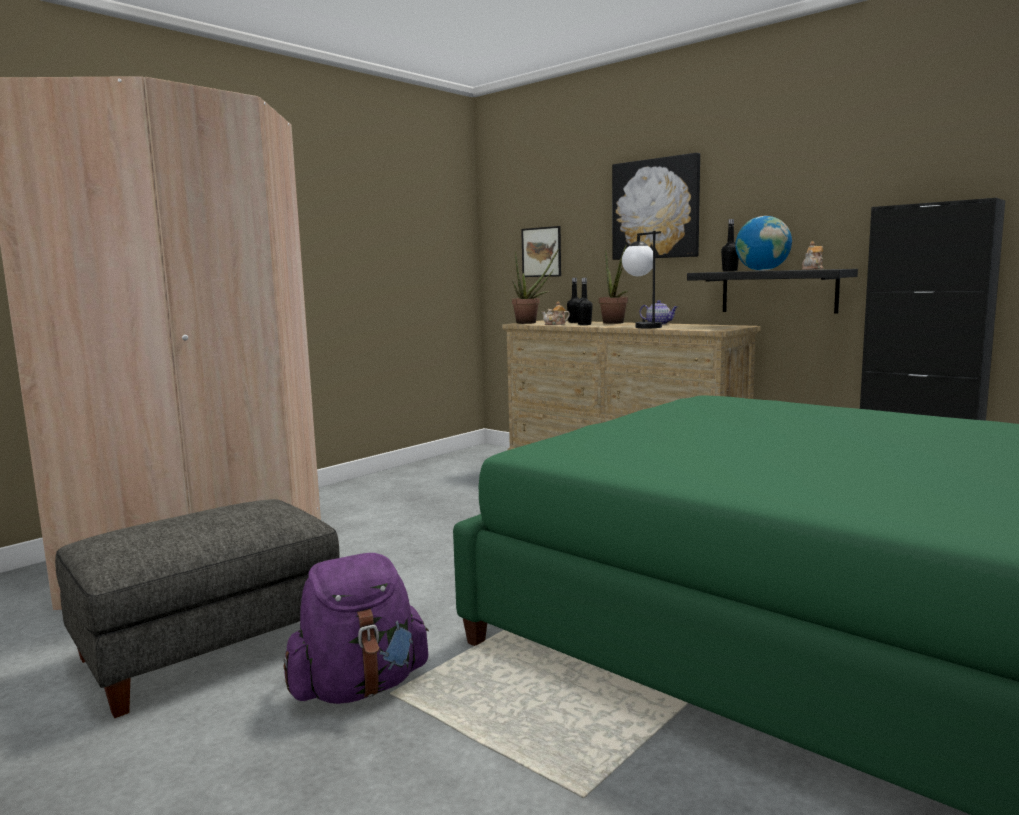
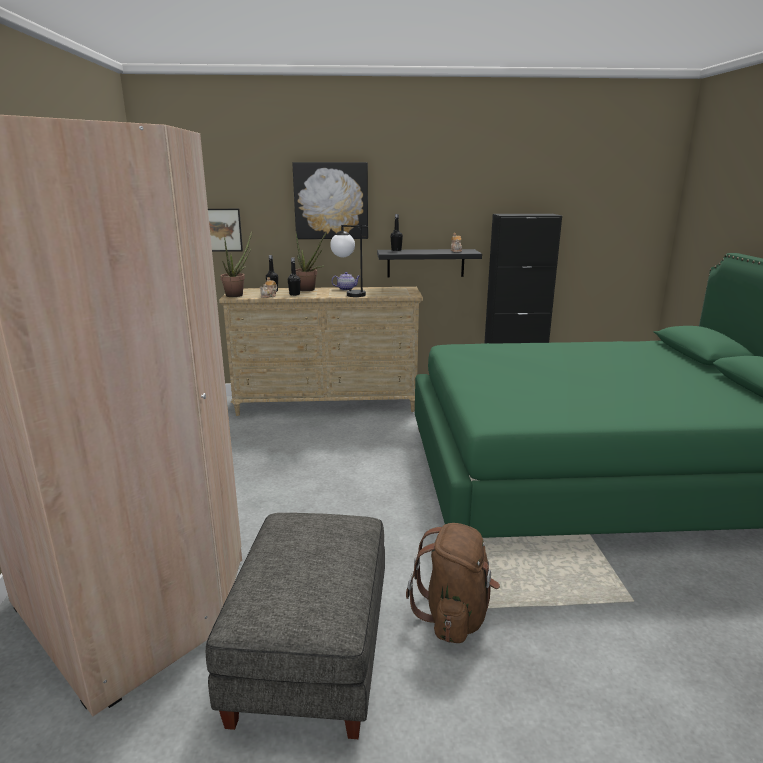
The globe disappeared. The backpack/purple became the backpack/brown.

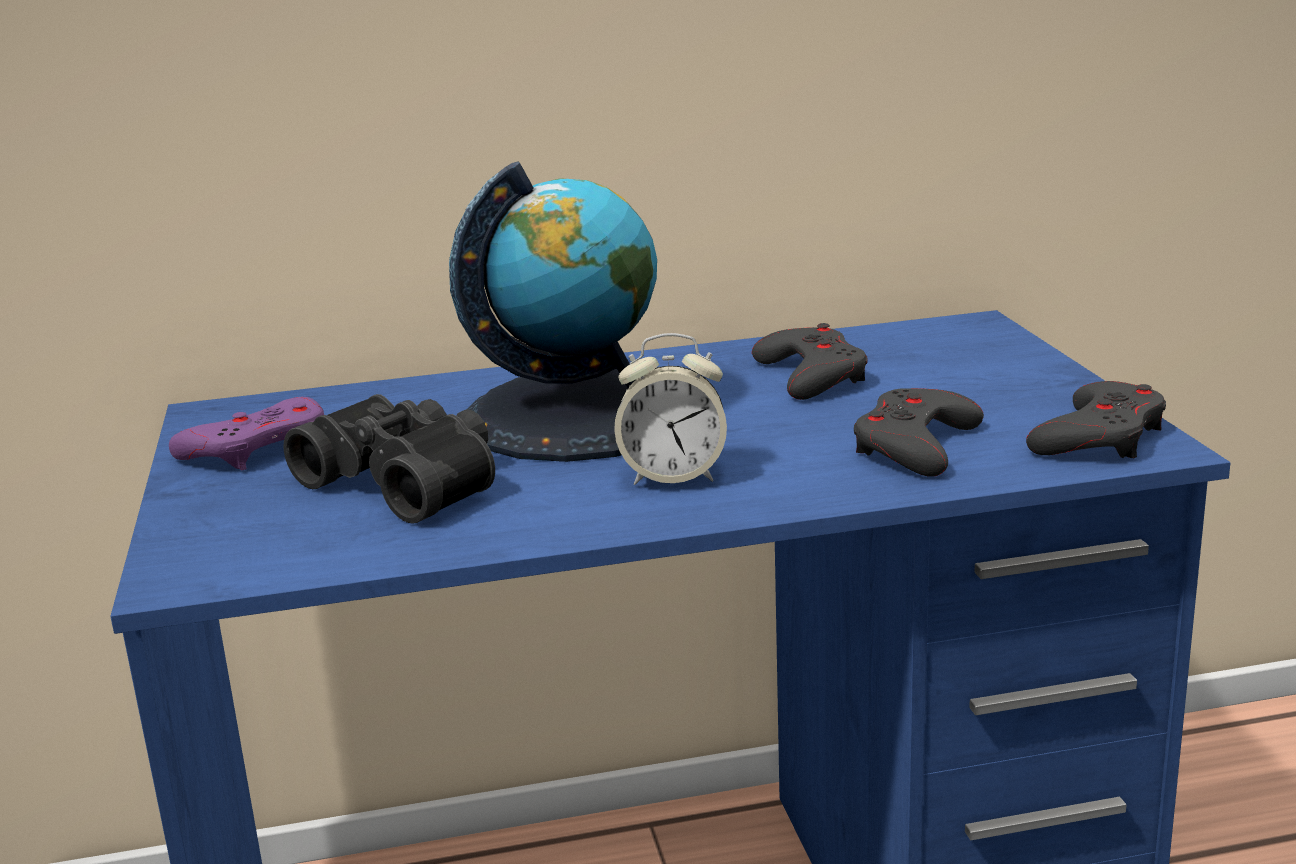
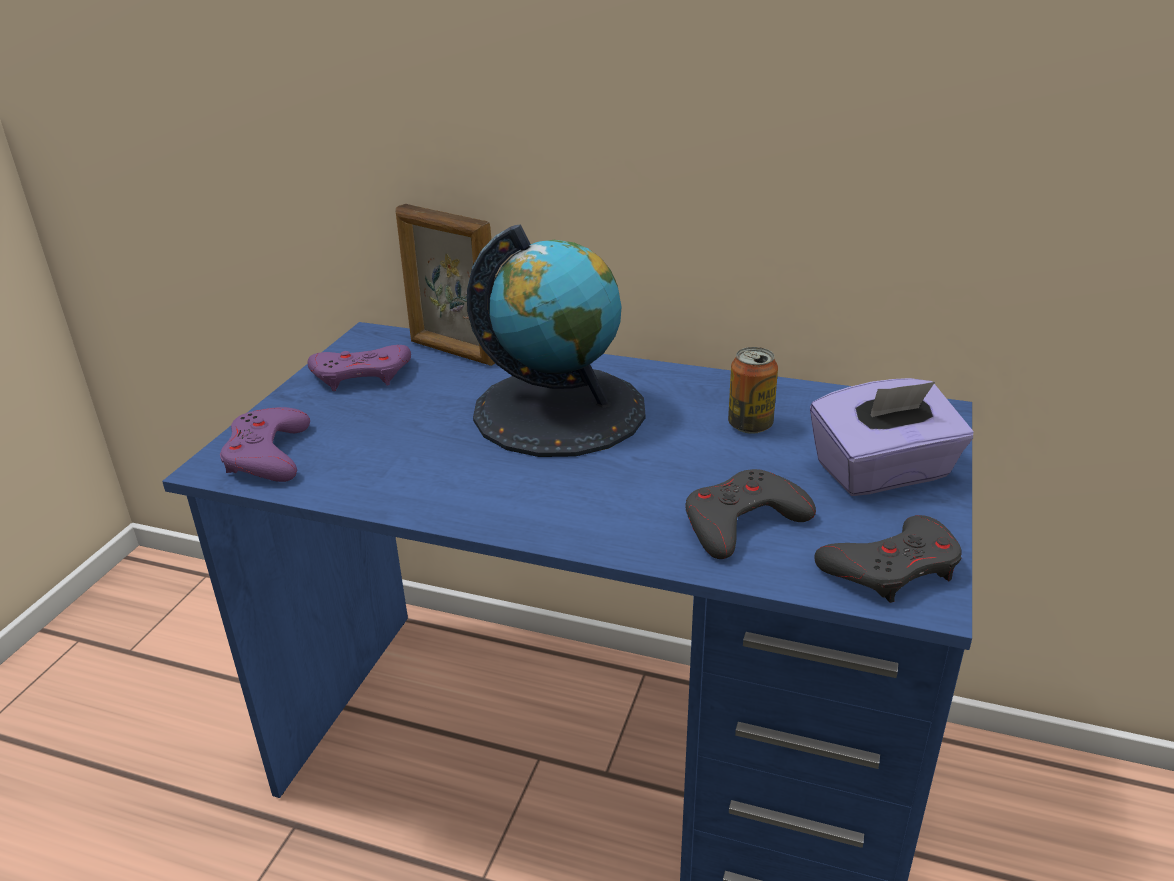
The binoculars/black disappeared. The alarm clock disappeared. The game controller/purple (1st from left) appeared. The picture frame appeared. The tissue box/purple appeared. The game controller/grey (1st from left) was replaced by the can.

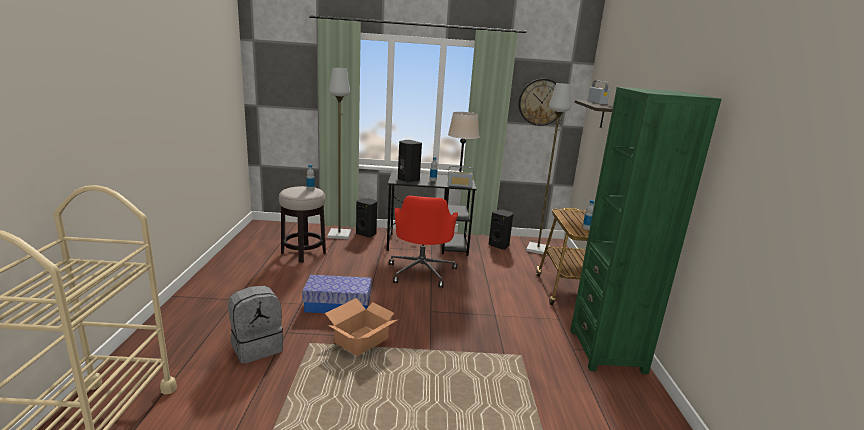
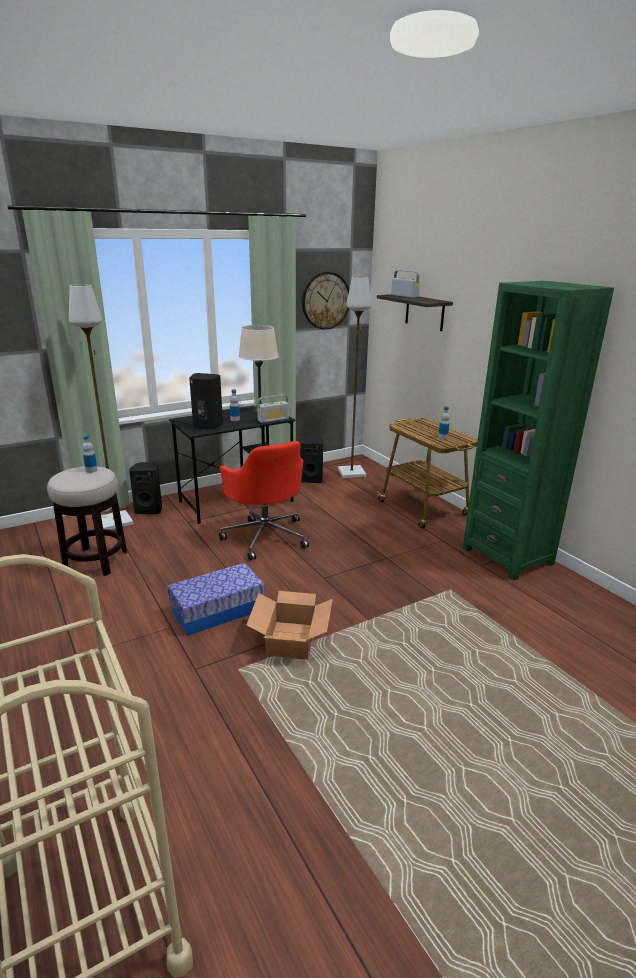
The backpack/grey disappeared.

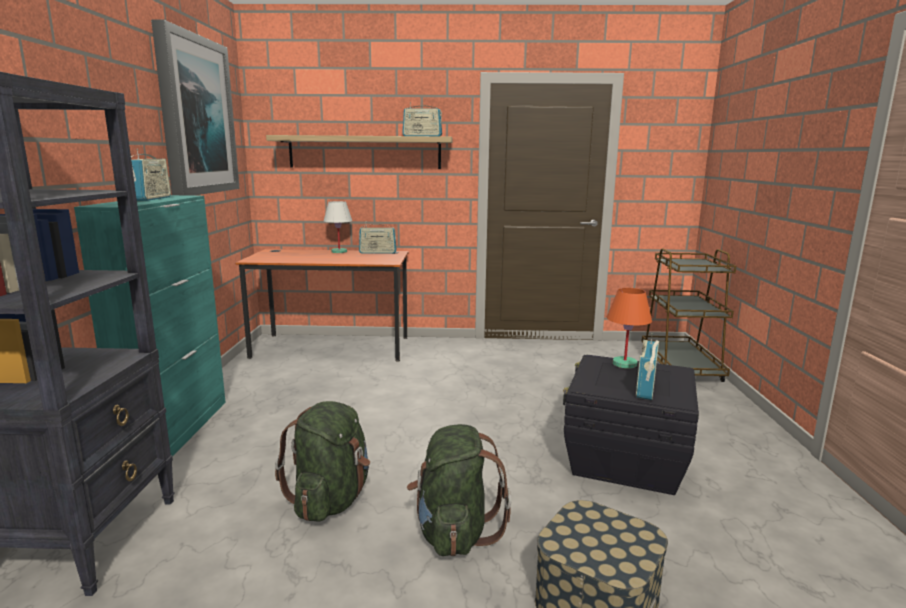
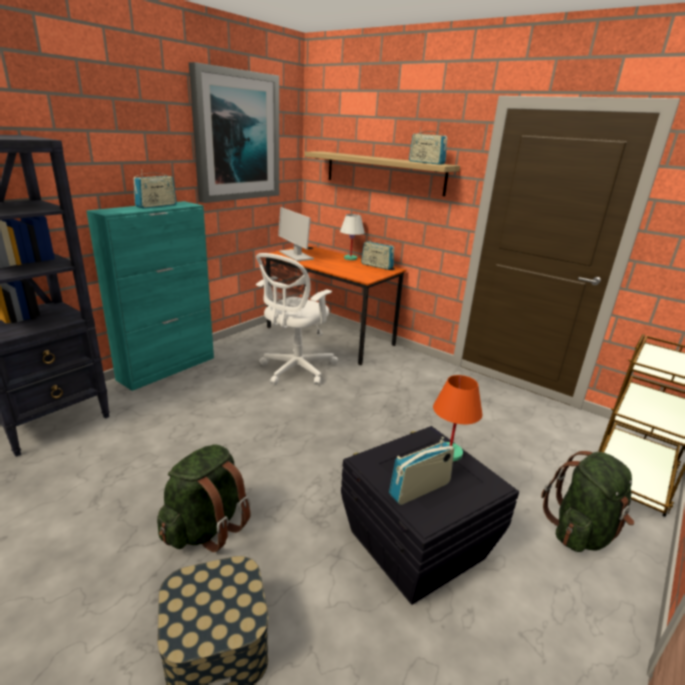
The office chair/white appeared. The monitor appeared. The backpack/green (1st from left in the first image) moved.

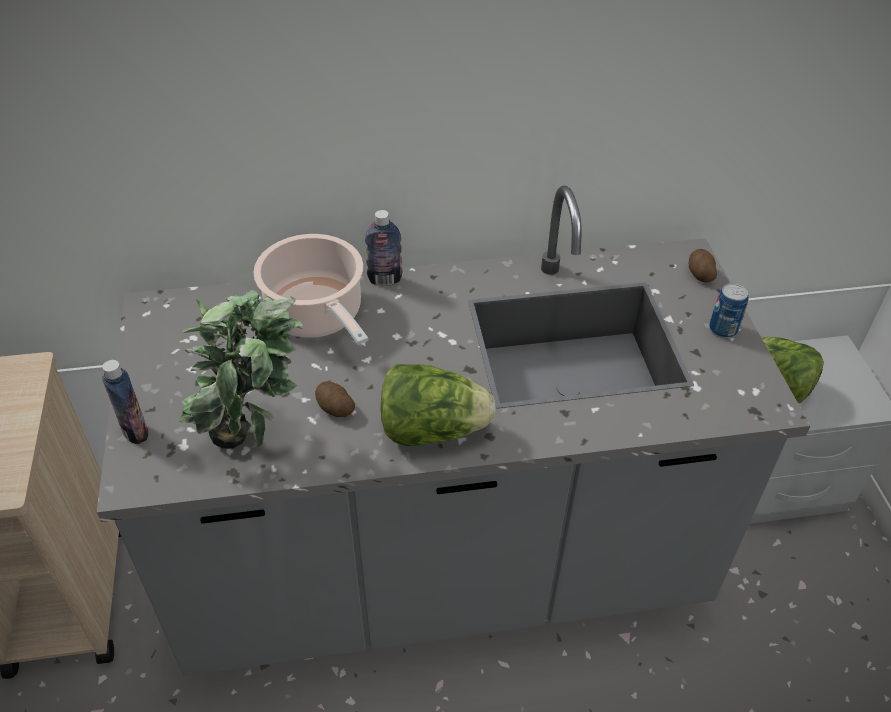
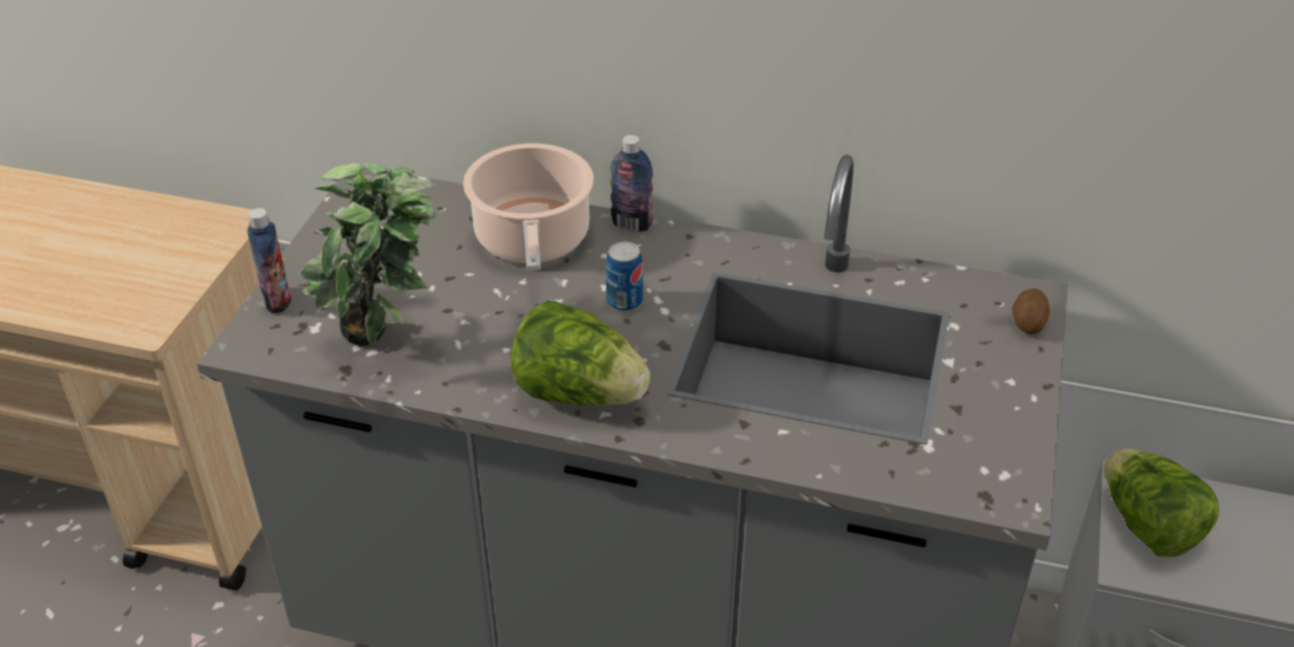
The potato (1st from left) disappeared. The can moved.

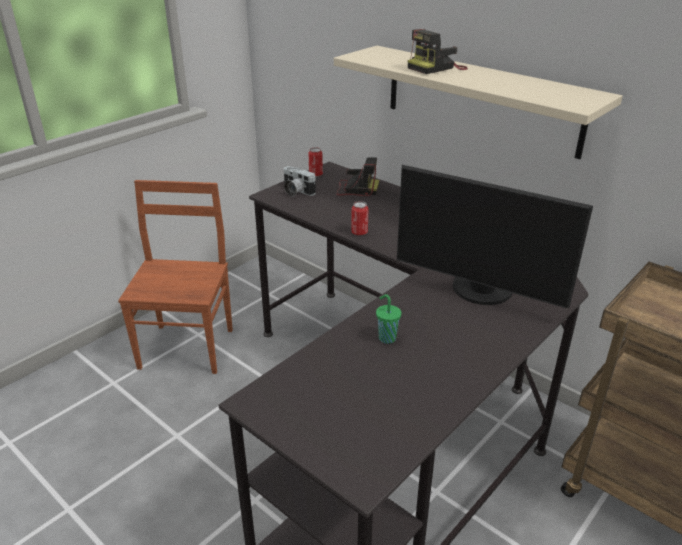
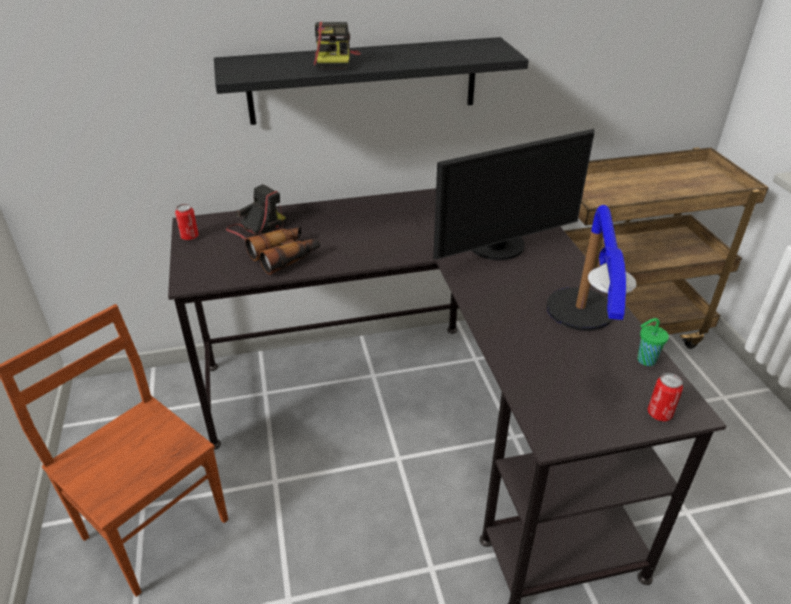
The photo camera (1st from left) disappeared. The binoculars appeared. The table lamp appeared. The can (2nd from left) moved. The cup/green moved. The shelf/beige became the shelf/black.

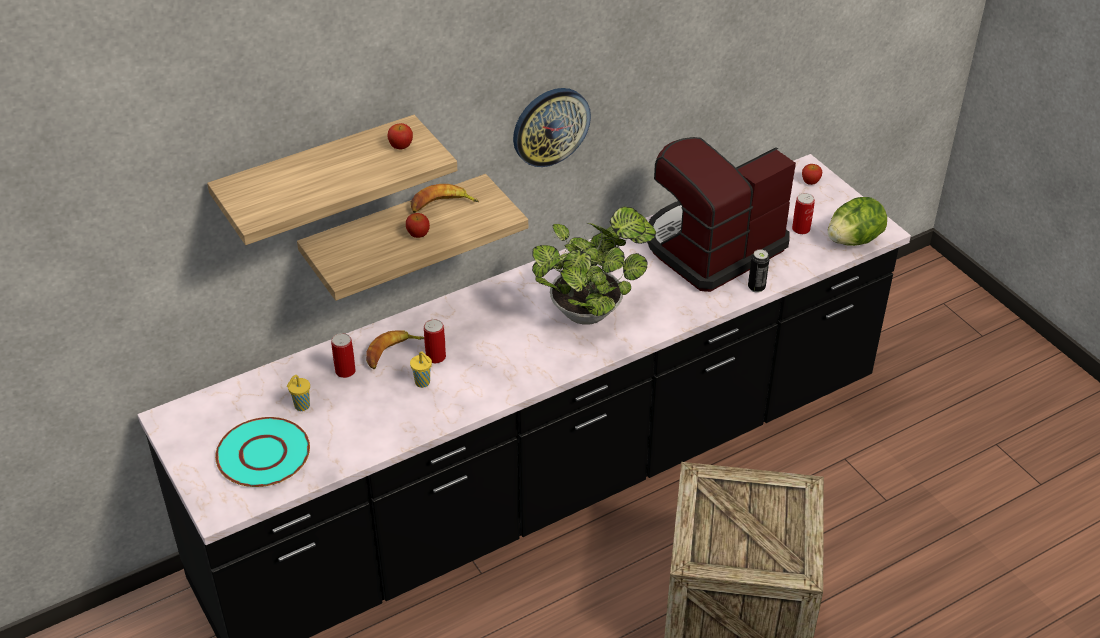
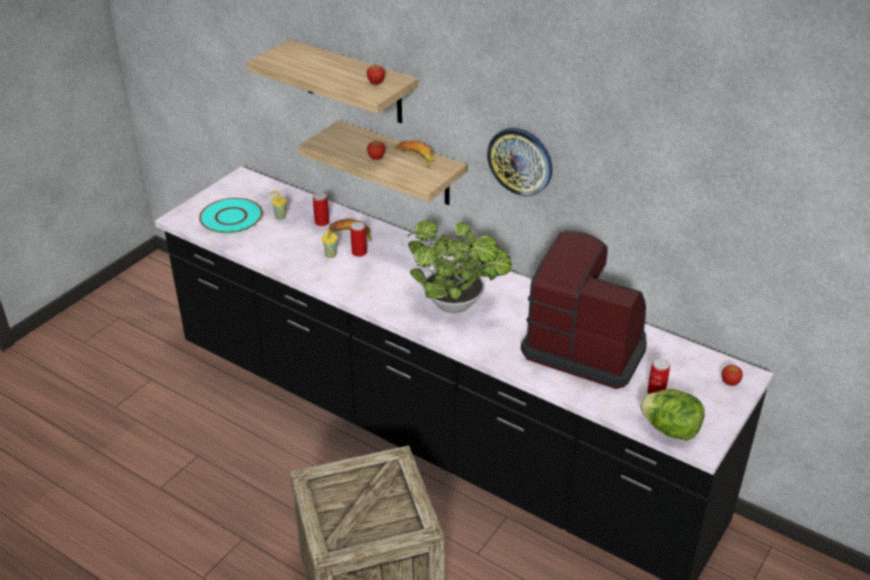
The can (3rd from left) disappeared.

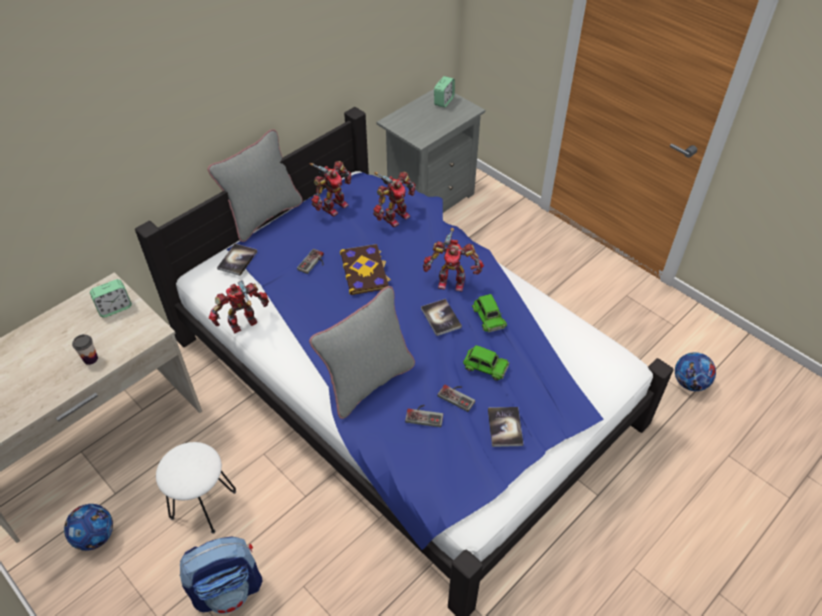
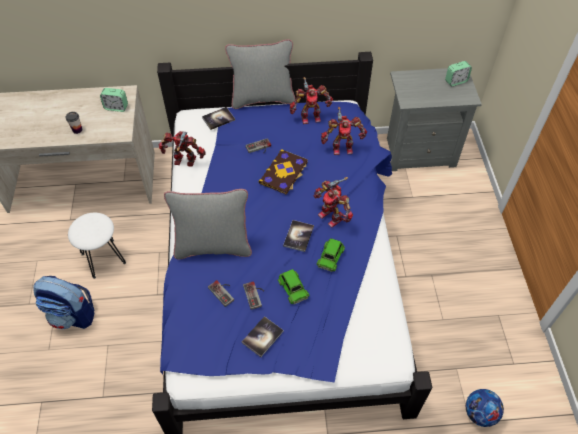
The football (1st from left) disappeared.

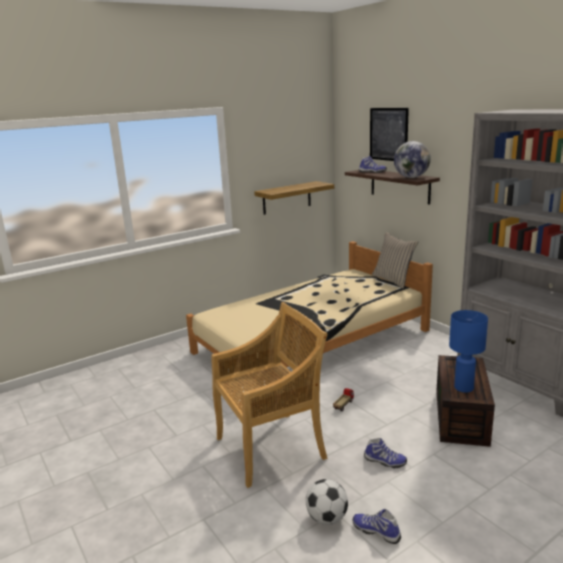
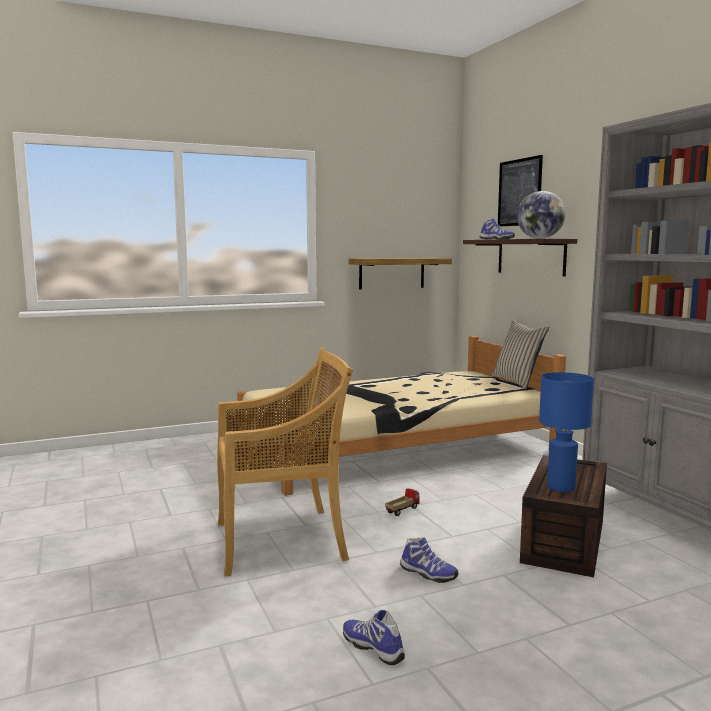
The football disappeared.

